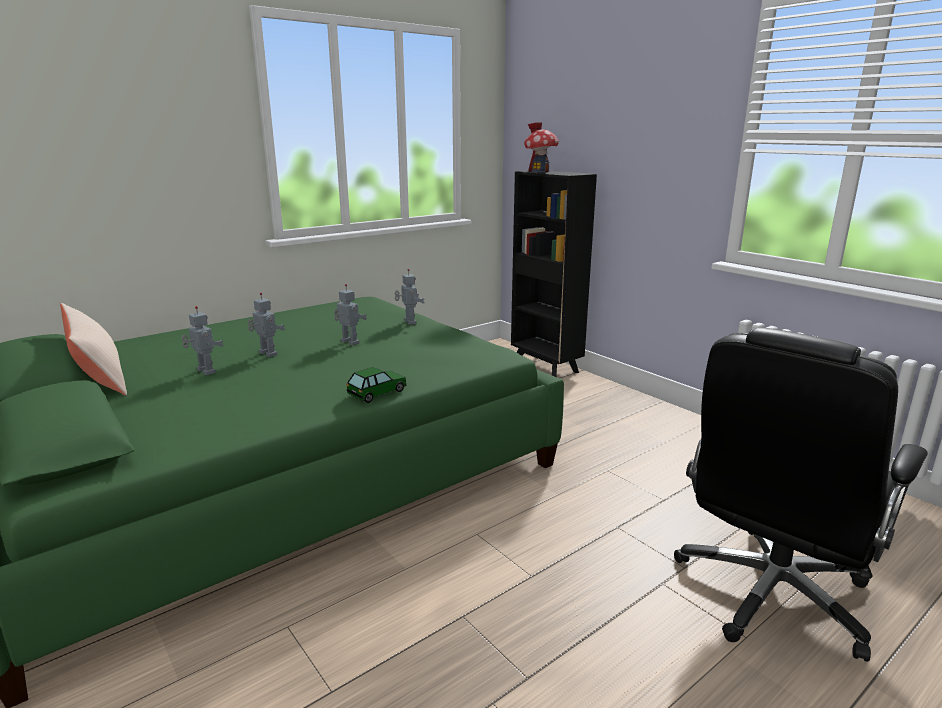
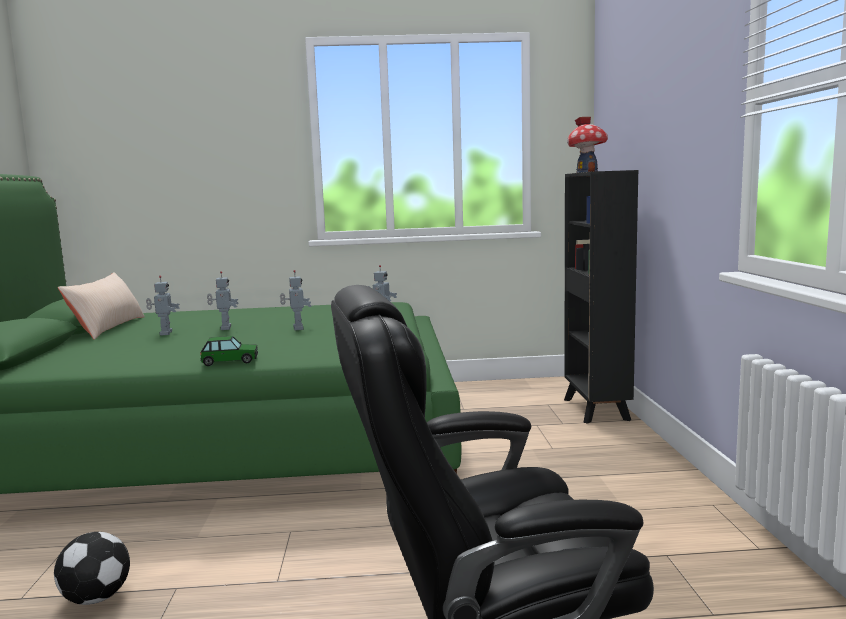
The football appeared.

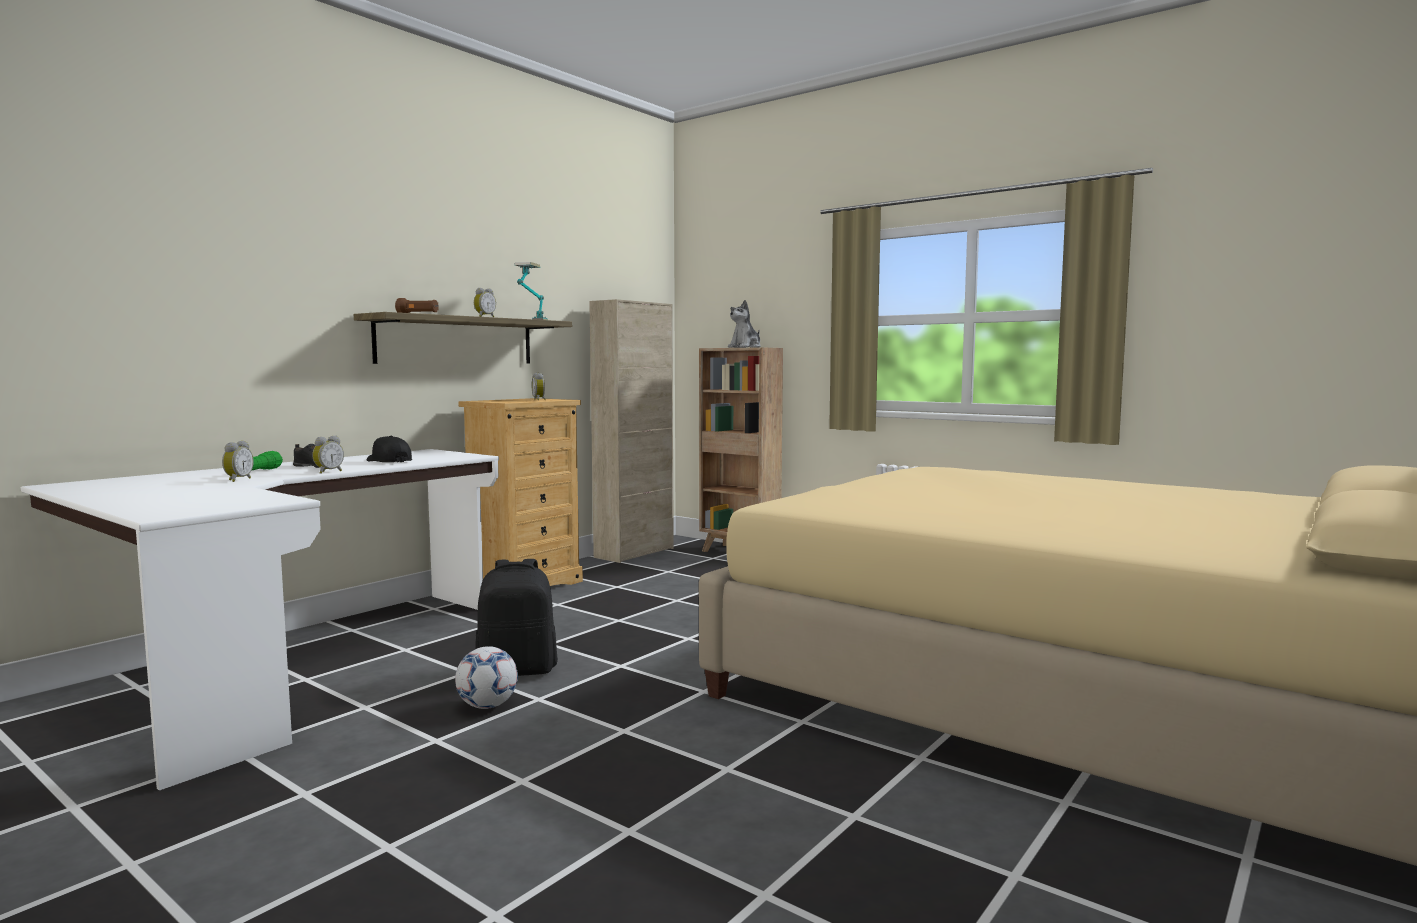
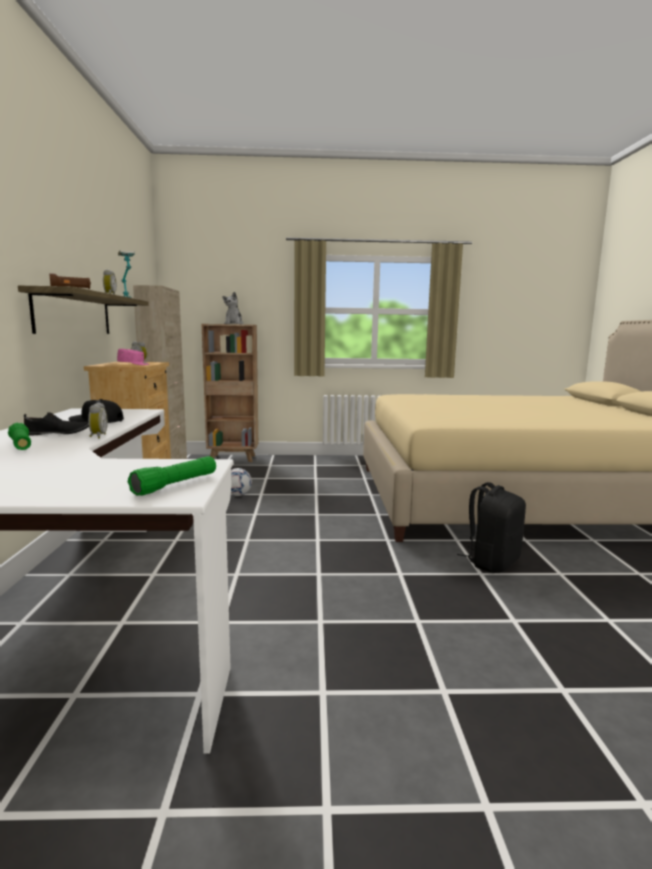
The alarm clock (1st from left) disappeared. The cap/pink appeared. The flashlight/green (2nd from left) appeared. The football moved. The backpack/black moved.

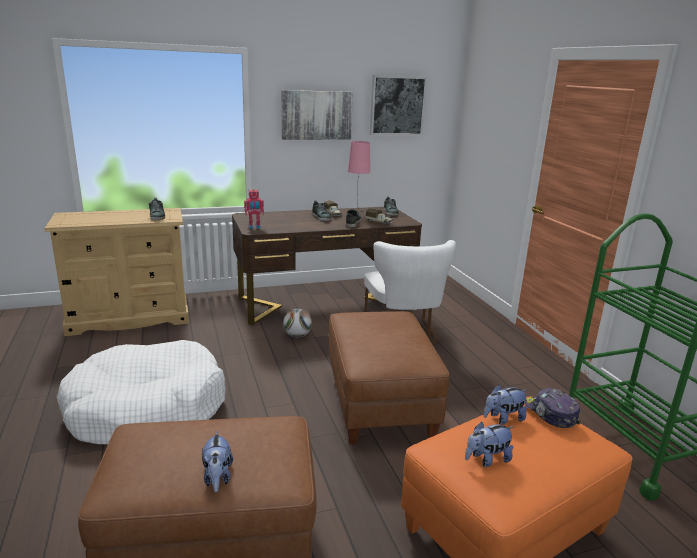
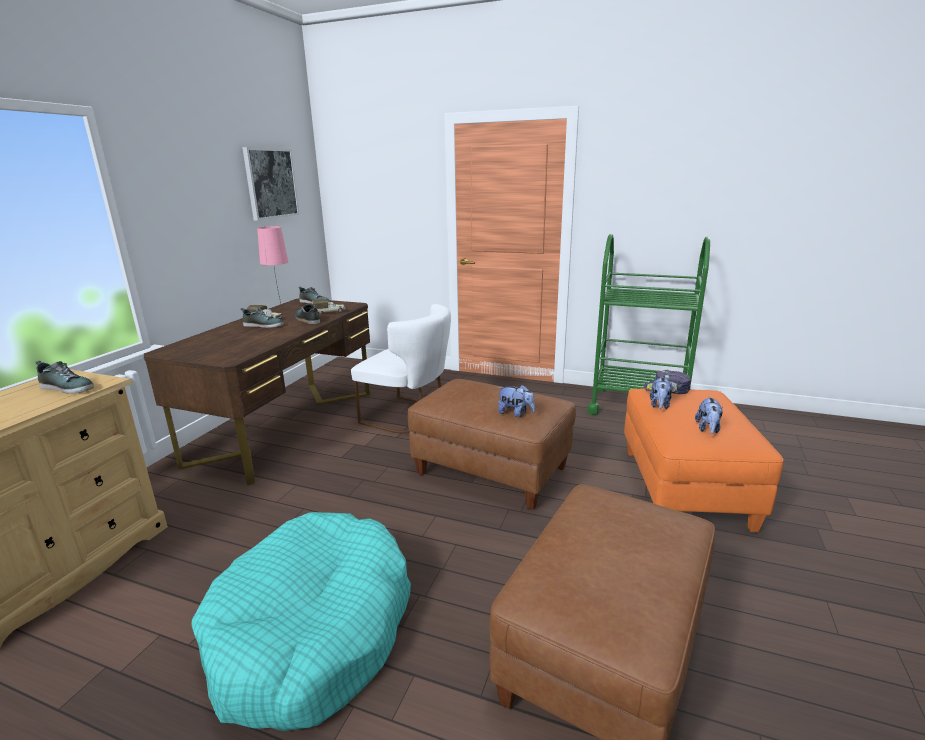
The toy robot disappeared. The picture (1st from left) disappeared. The football disappeared. The plush toy (1st from left) moved. The dog bed/white became the dog bed/turquoise.

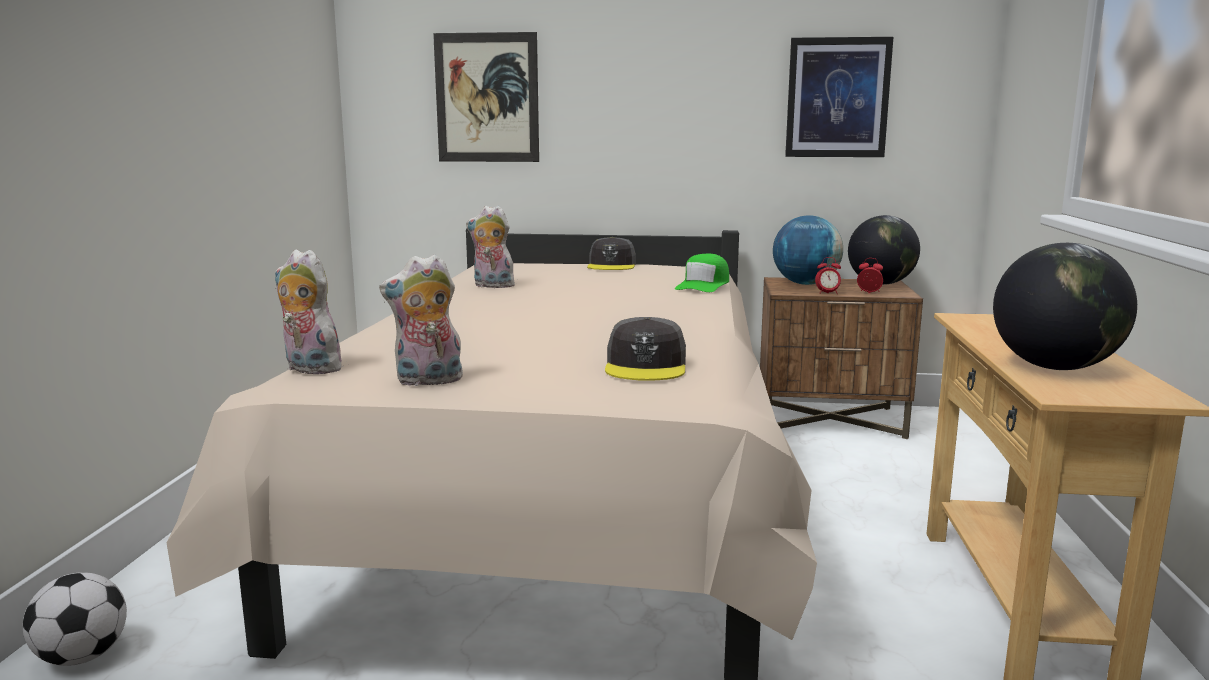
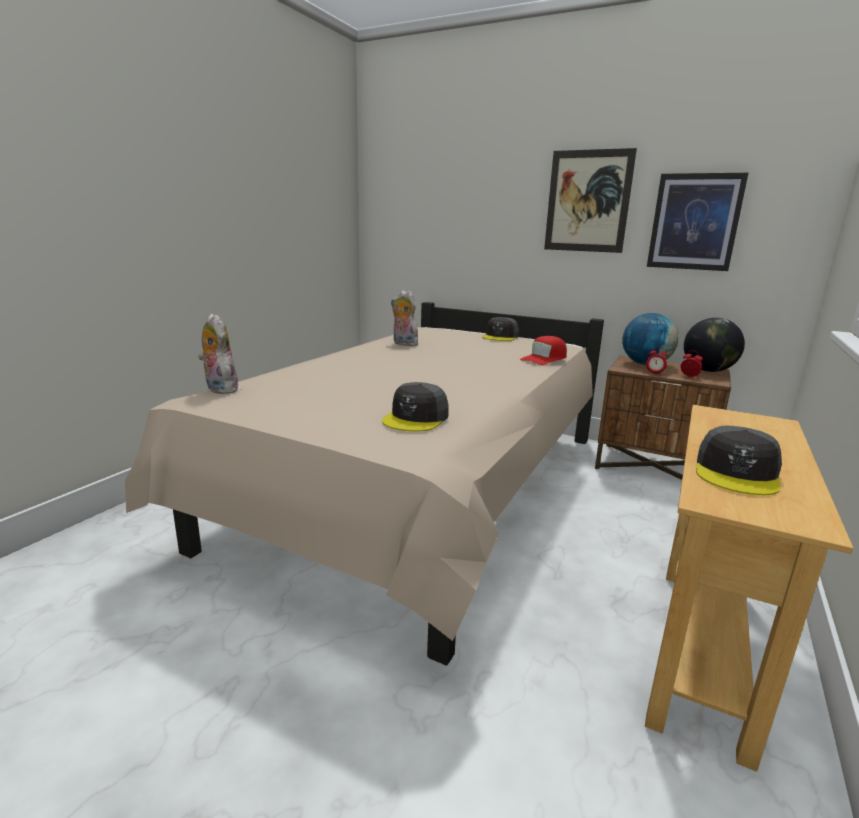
The football disappeared. The plush toy (2nd from left) disappeared. The picture (1st from left) moved. The globe (3rd from left) was replaced by the cap/grey (3rd from left). The cap/green became the cap/red.

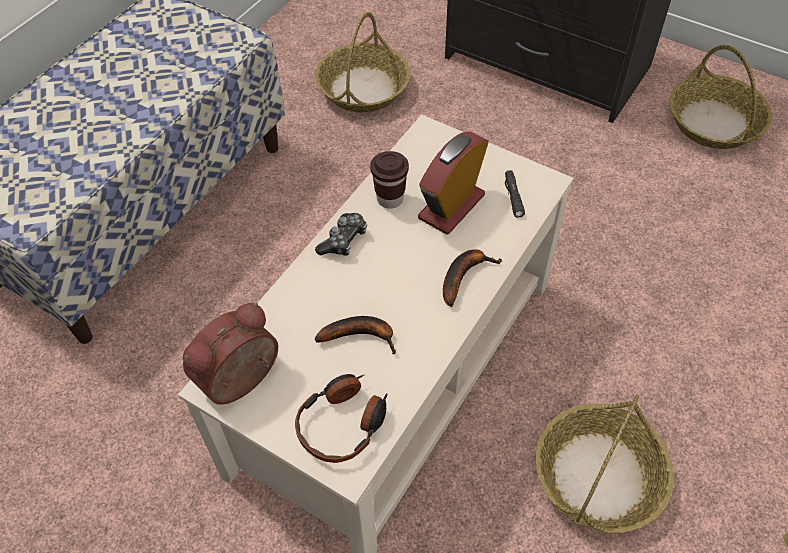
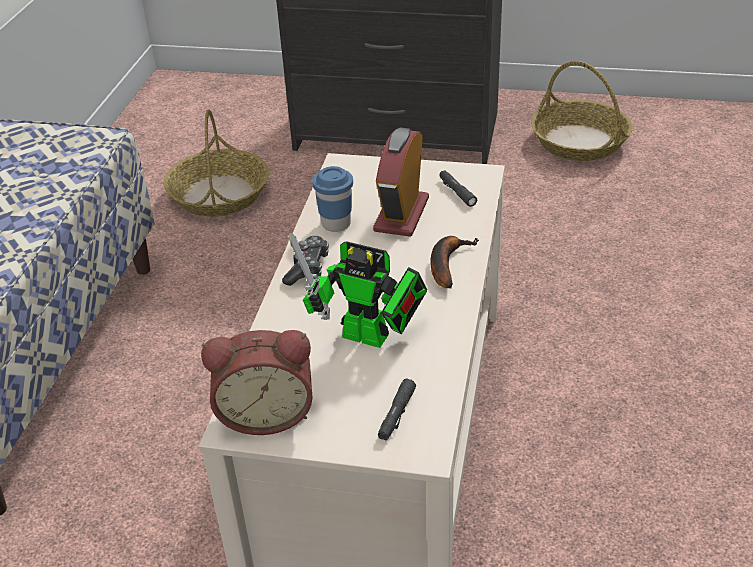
The basket (2nd from left) disappeared. The headphones was replaced by the flashlight/black (1st from left). The banana (1st from left) was replaced by the toy robot. The cup/brown became the cup/blue. The alarm clock (1st from left) turned 120 degrees counterclockwise.

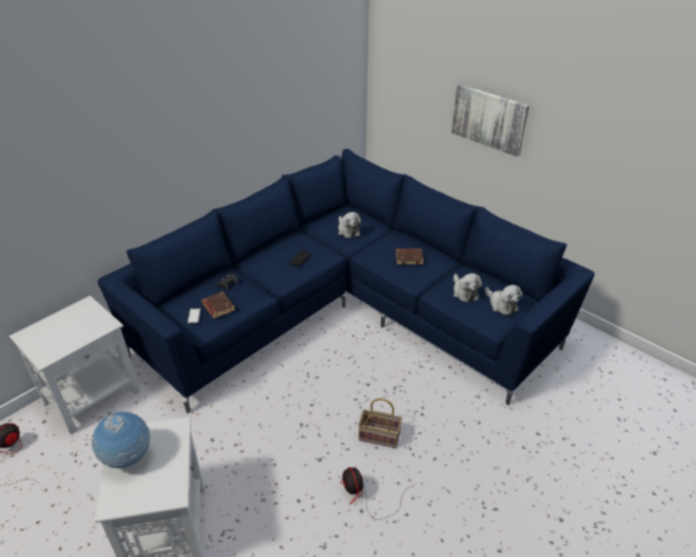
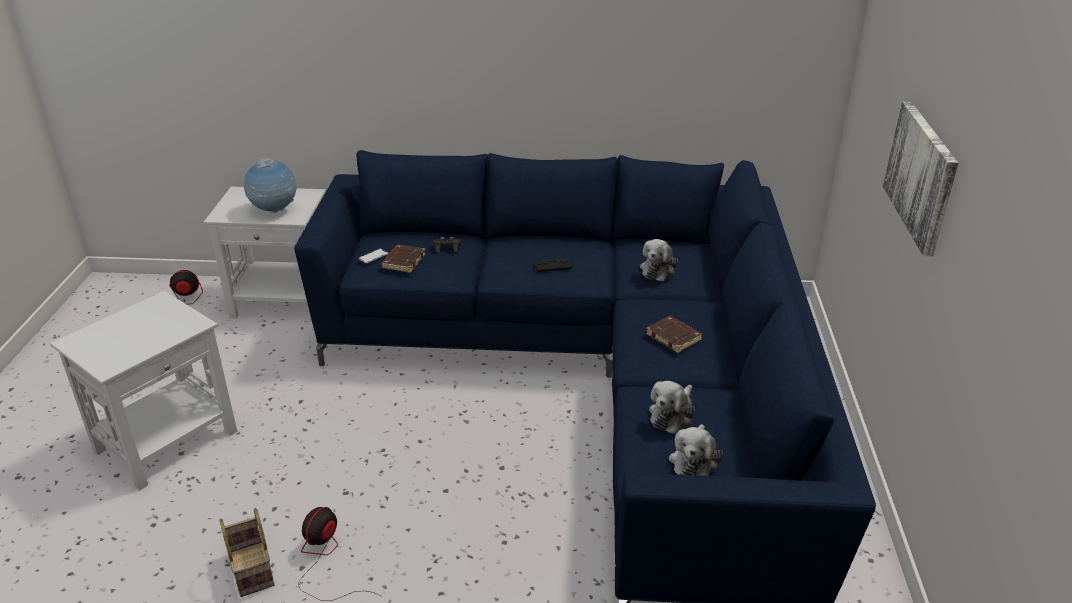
The globe moved. The basket moved.

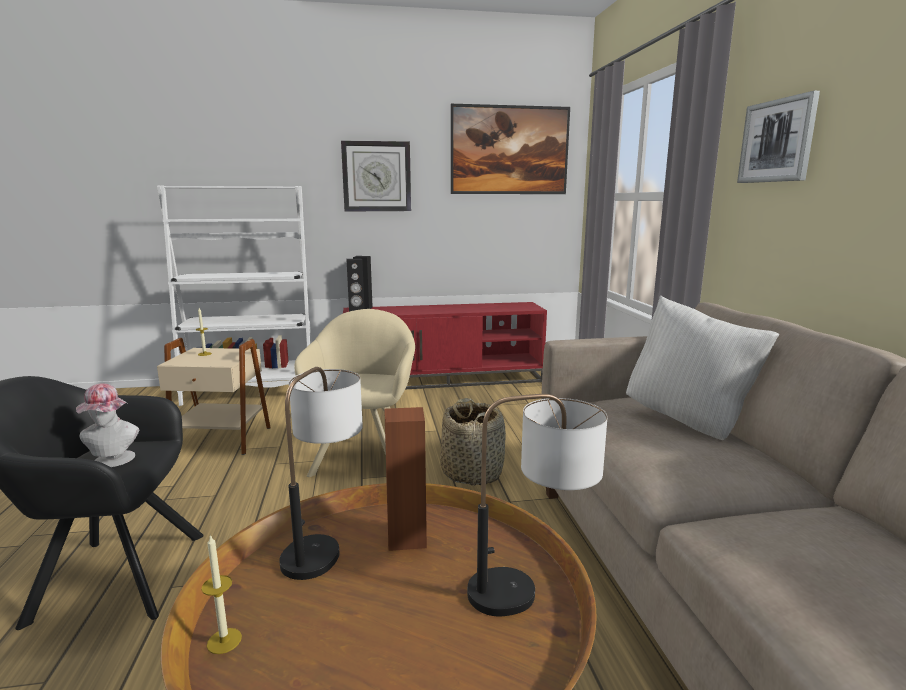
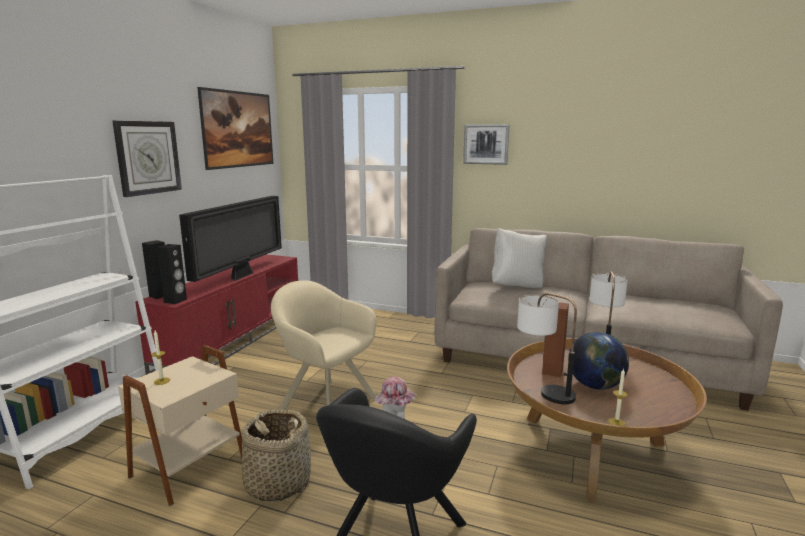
The television appeared. The globe appeared. The basket moved.

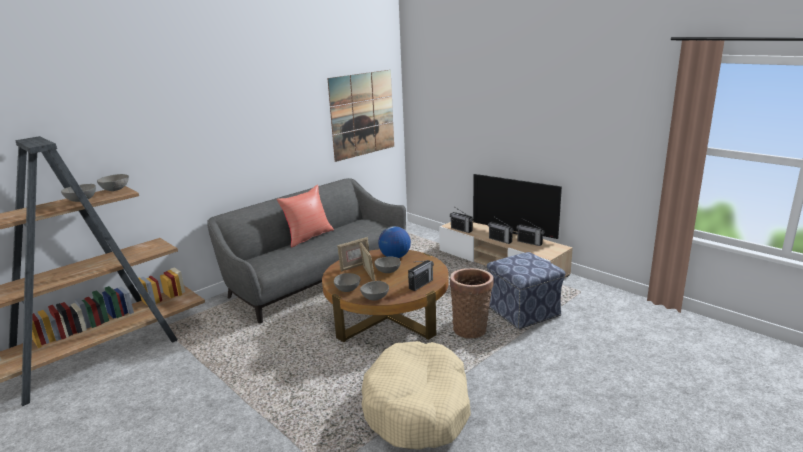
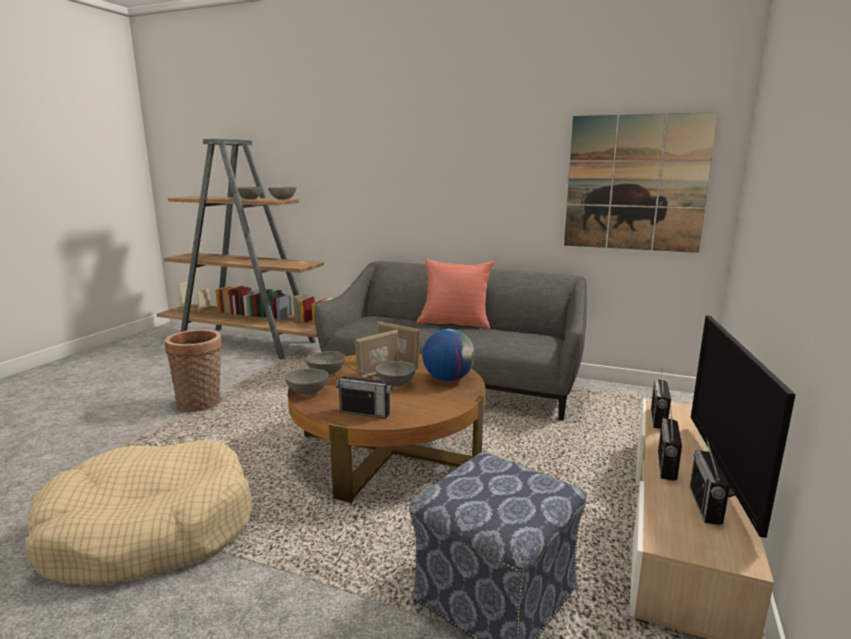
The basket moved.

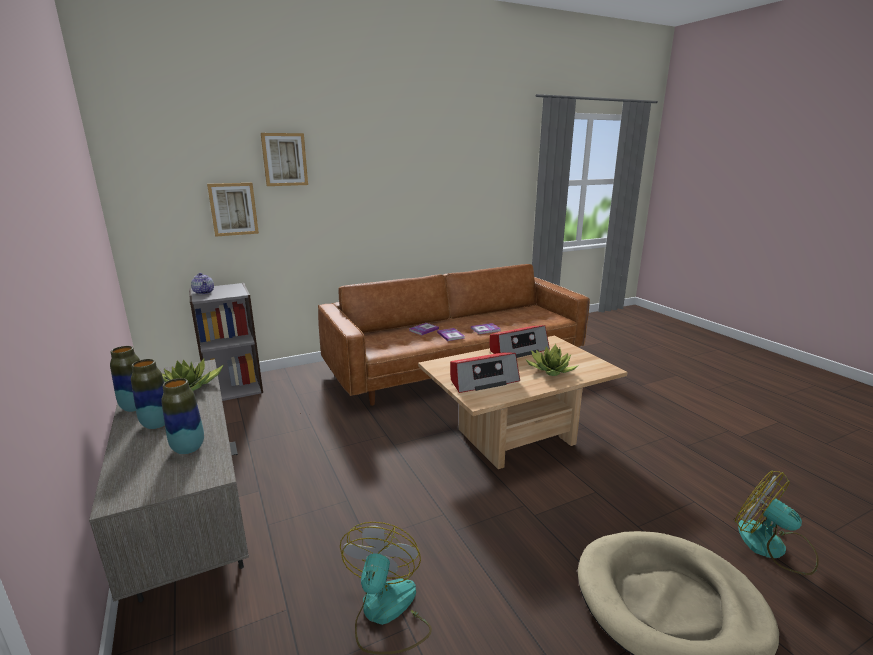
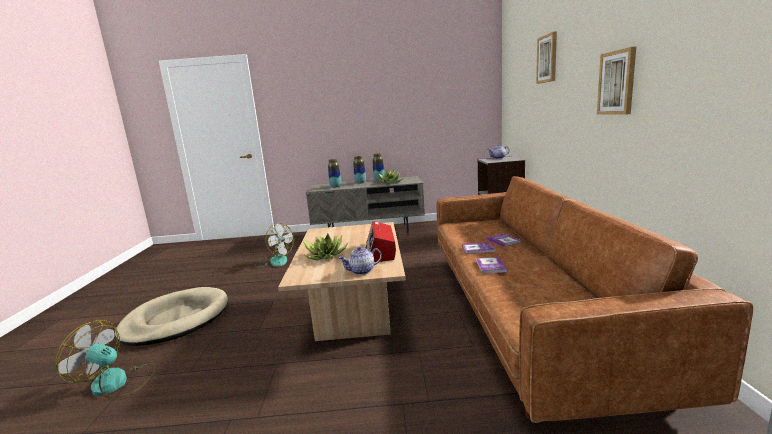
The radio (1st from left) disappeared. The teapot (1st from left) appeared. The picture (1st from left in the first image) moved. The fan (2nd from left in the first image) turned 150 degrees counterclockwise.

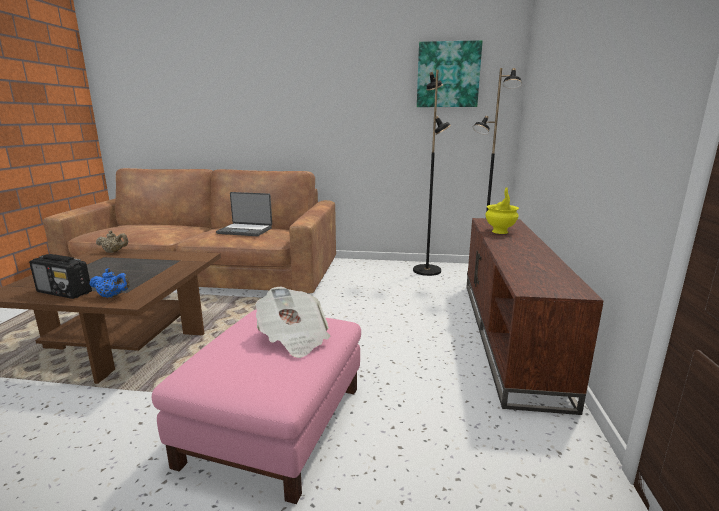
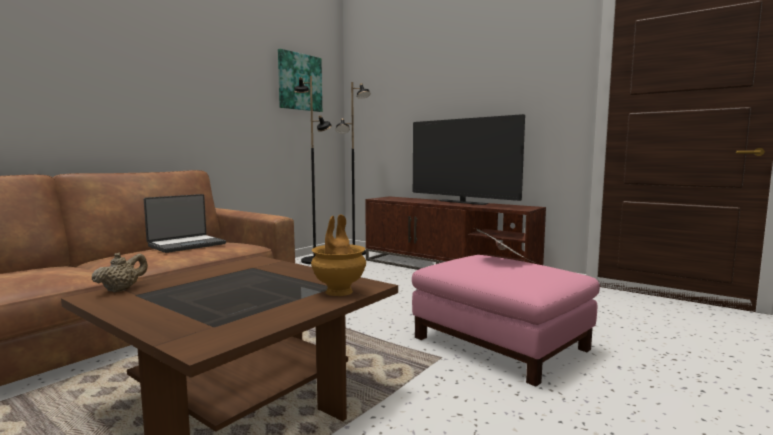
The radio disappeared. The vase/yellow disappeared. The television appeared. The teapot/blue was replaced by the vase/brown.

